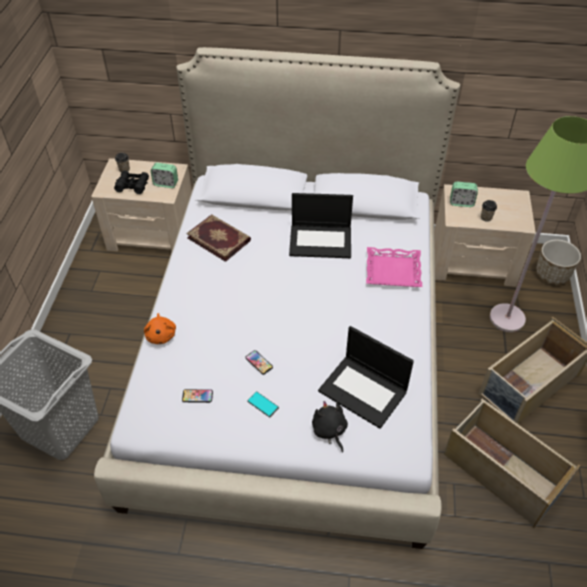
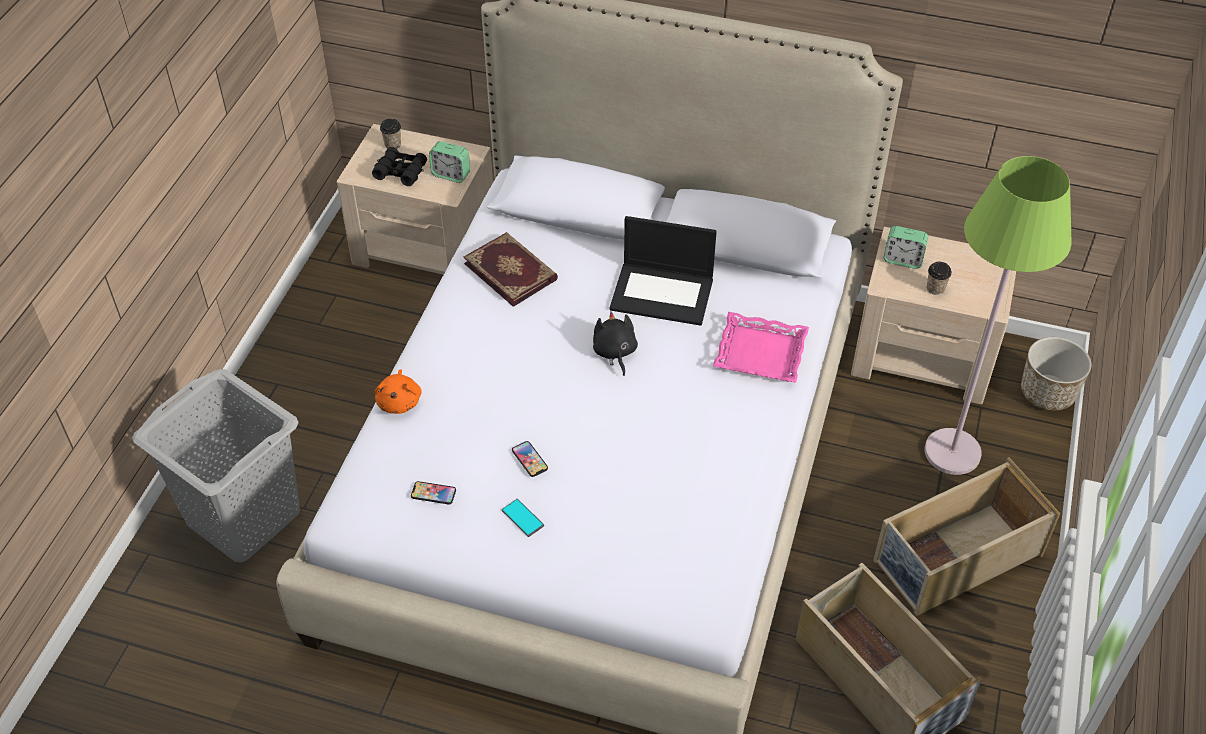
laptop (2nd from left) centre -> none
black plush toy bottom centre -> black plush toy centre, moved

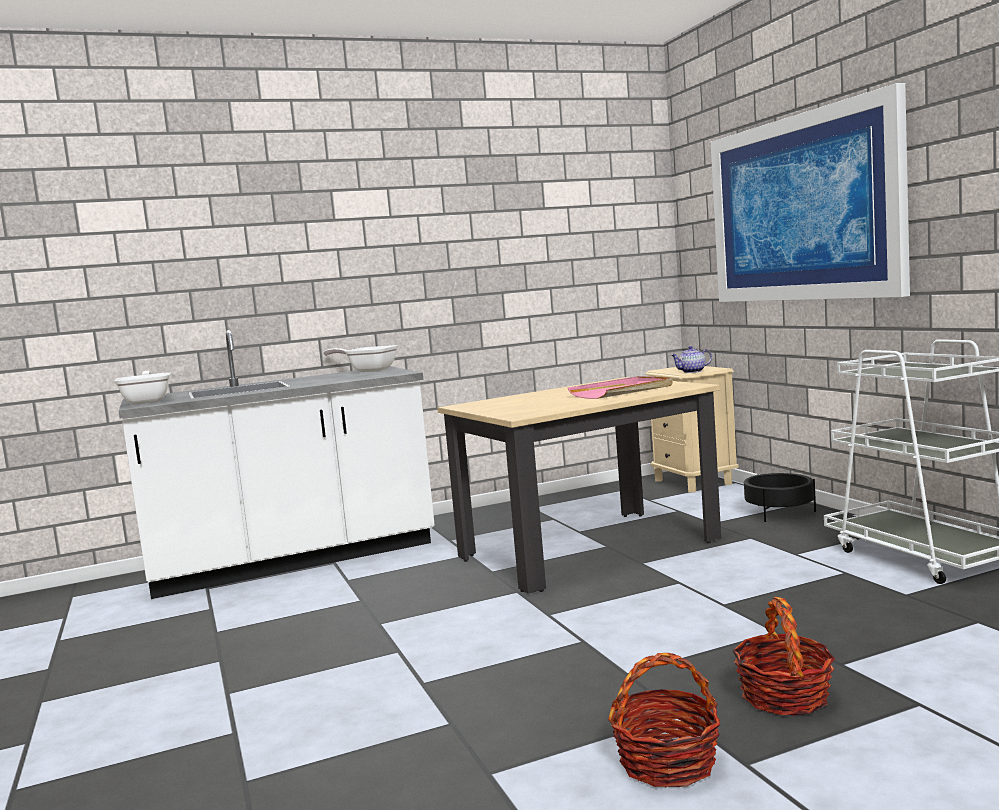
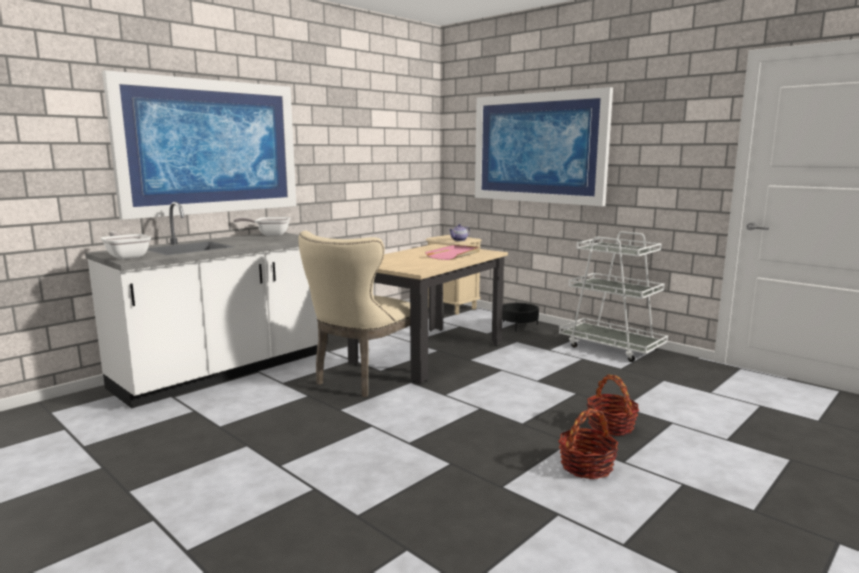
none -> picture (1st from left) top left
none -> beige chair centre

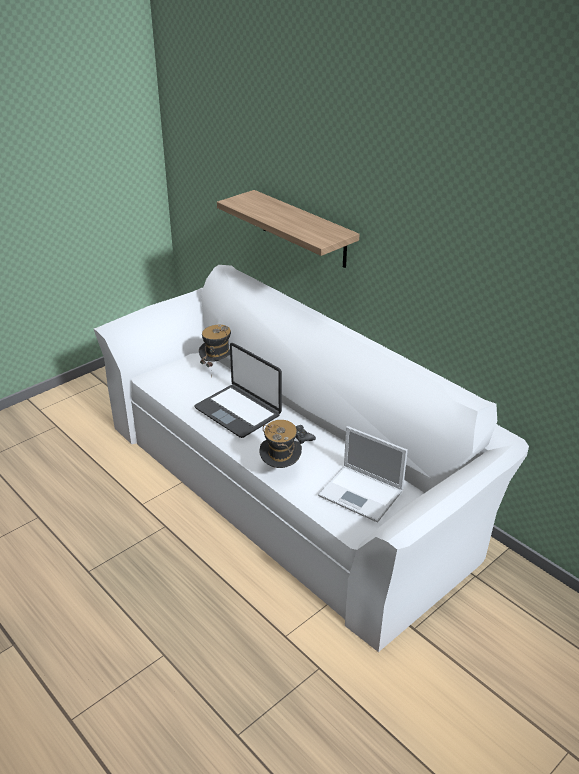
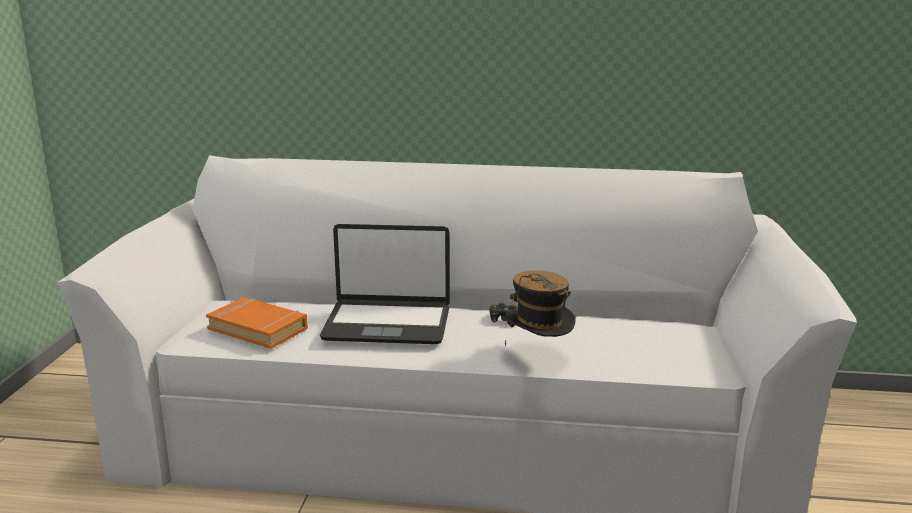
hat (1st from left) centre -> none
shelf top centre -> none
laptop (2nd from left) centre -> none
none -> orange book middle left

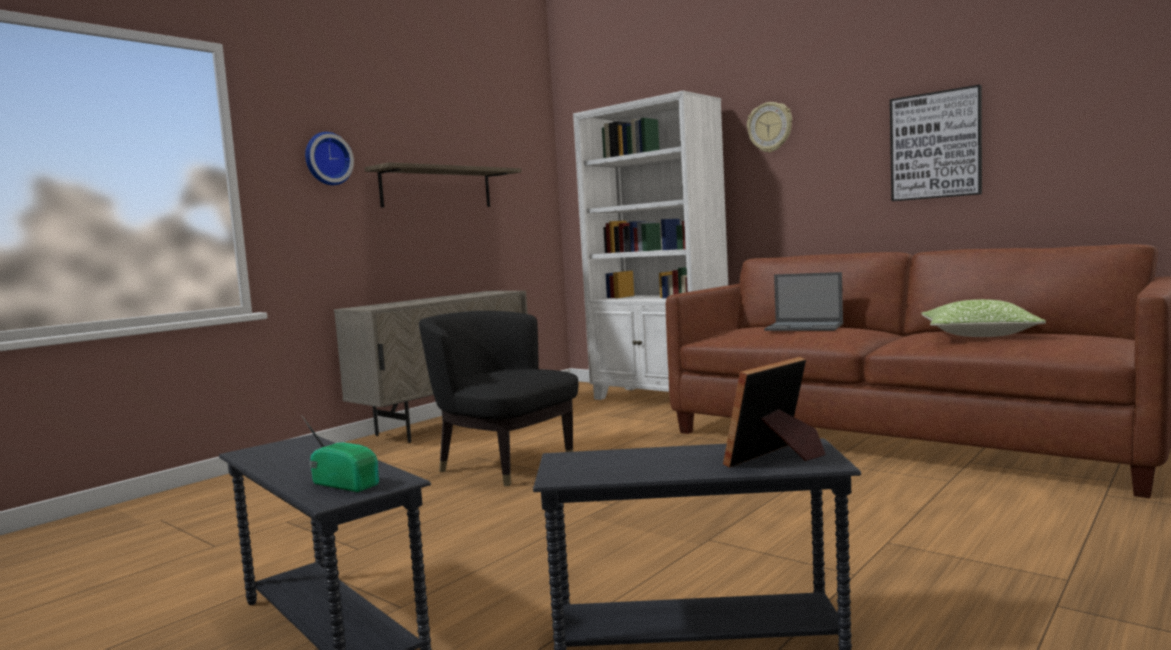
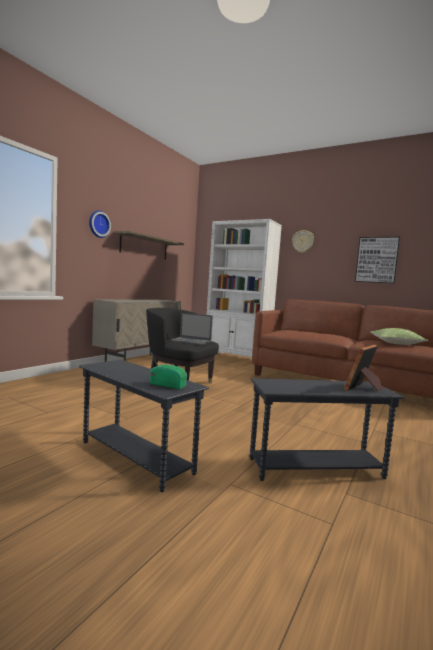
laptop middle right -> laptop centre, moved

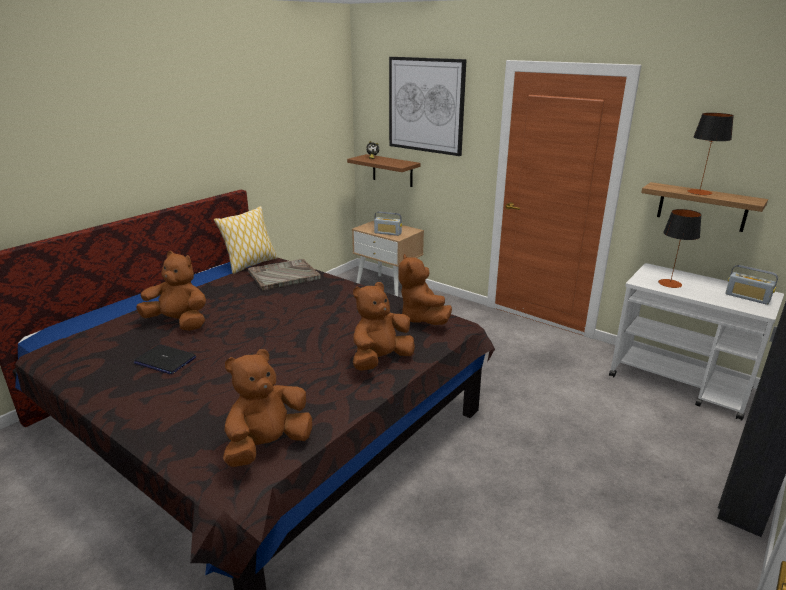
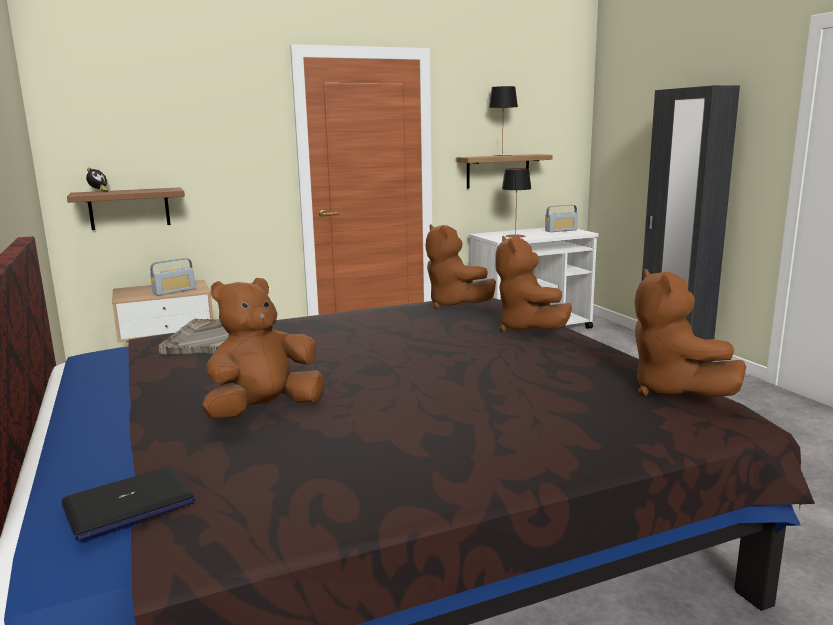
pillow middle left -> none
picture top centre -> none
laptop middle left -> laptop bottom left, moved
brown plush toy (4th from left in the first image) centre -> brown plush toy (2nd from left) centre, 45 degrees clockwise

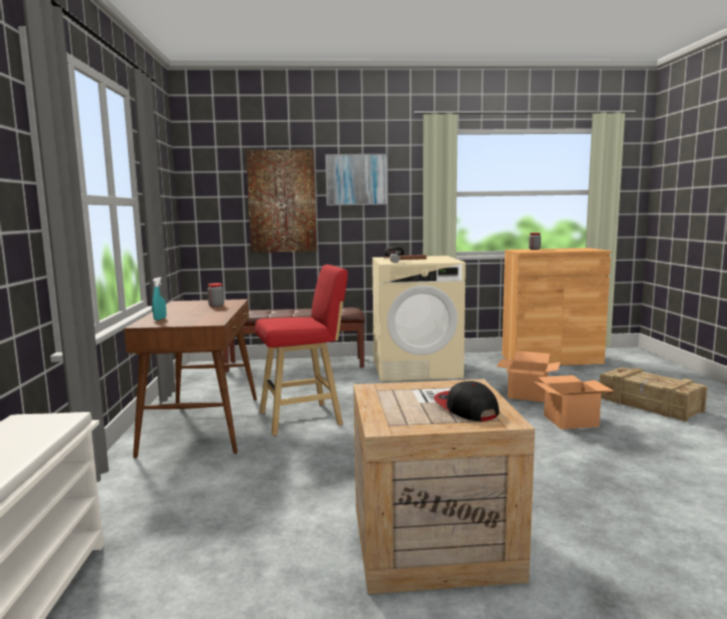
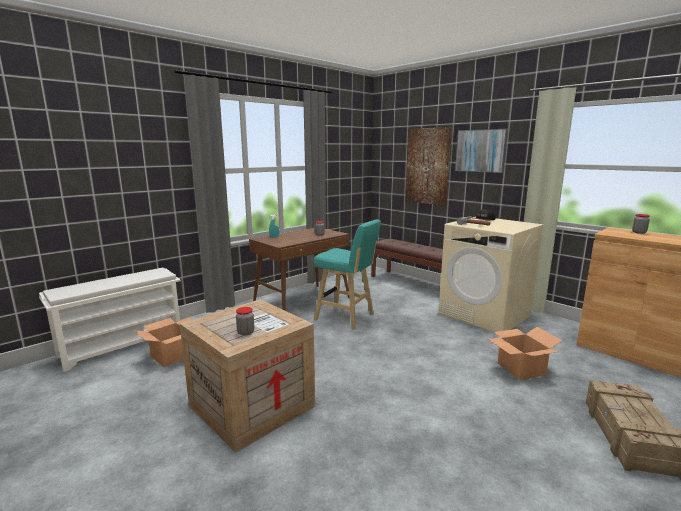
cardboard box (2nd from left in the first image) middle right -> cardboard box (1st from left) bottom left, moved
cap (2nd from left) centre -> jar (1st from left) centre
red stool centre -> turquoise stool centre

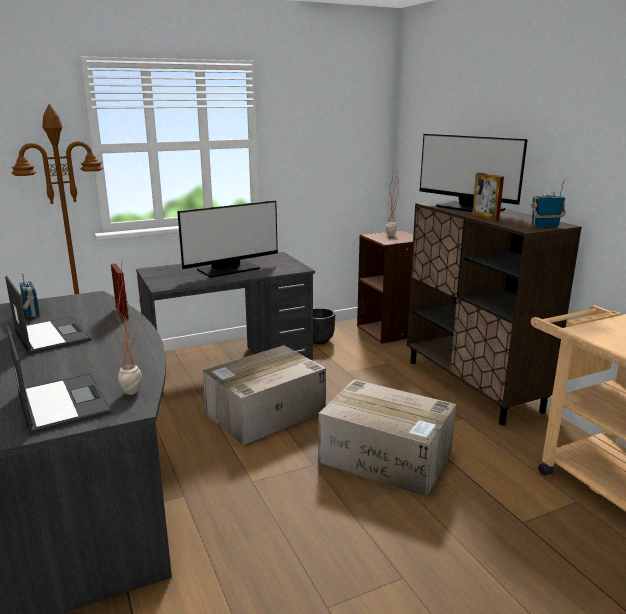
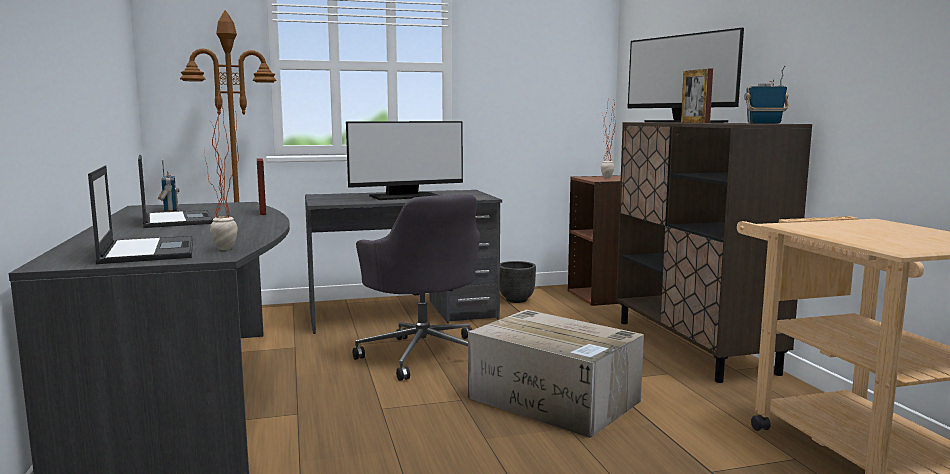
cardboard box (1st from left) centre -> grey office chair centre

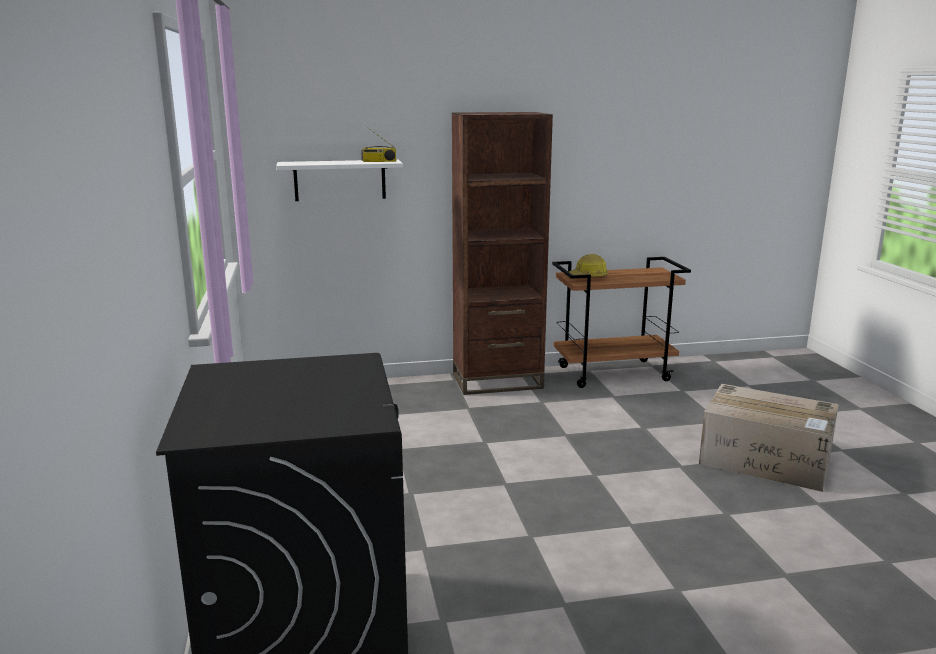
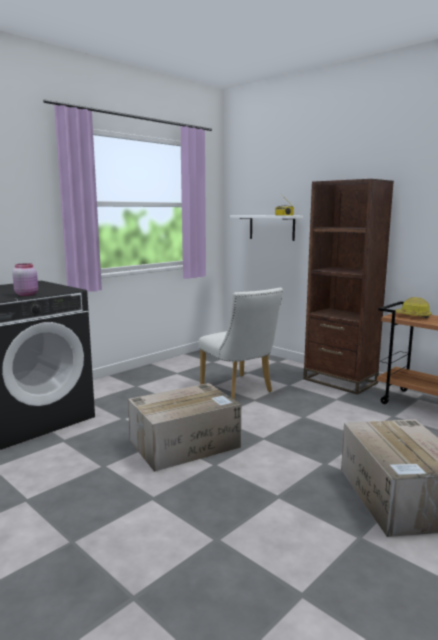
none -> pink jar middle left
none -> cardboard box (1st from left) bottom centre
none -> white chair centre

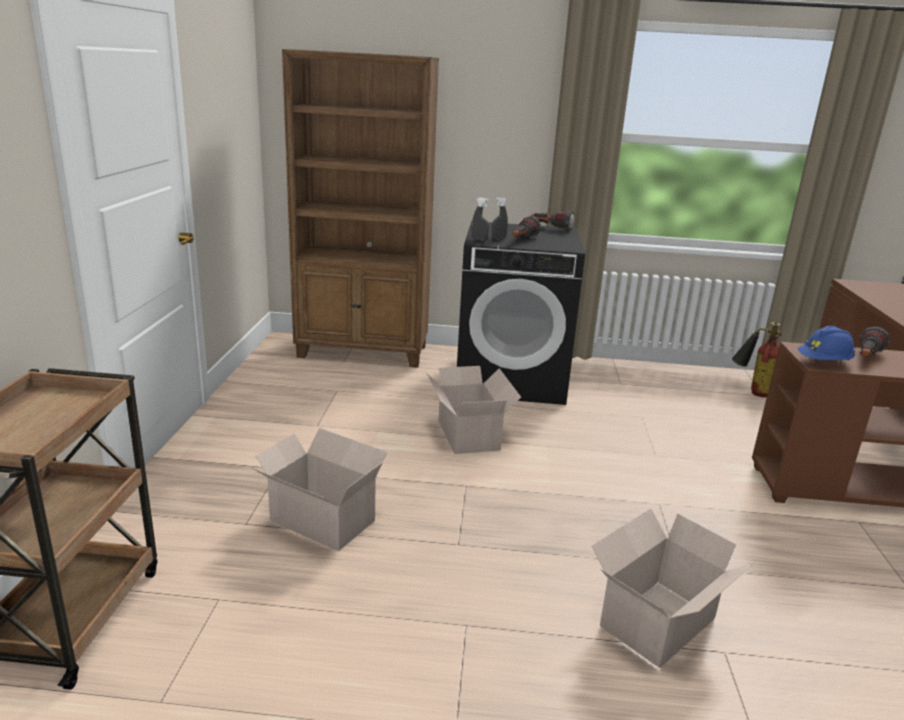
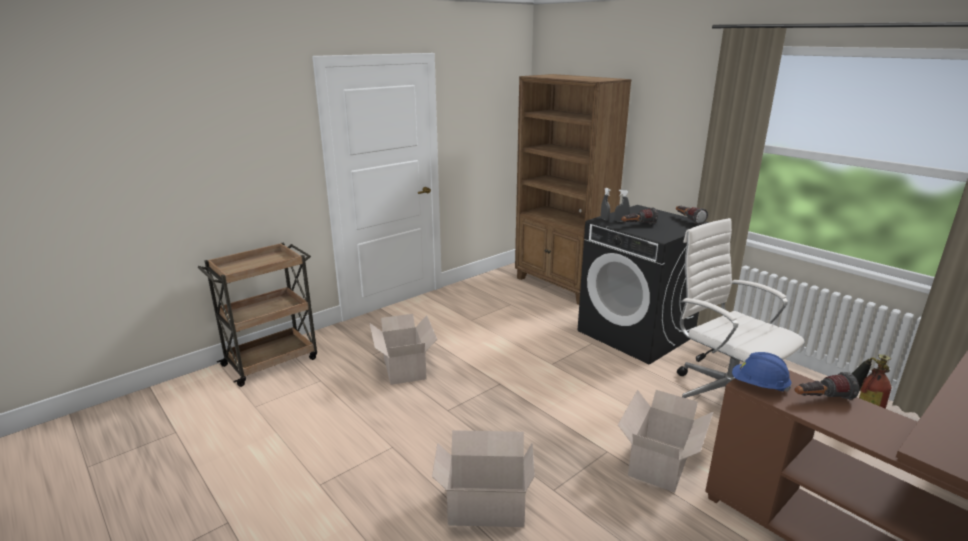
none -> white office chair middle right
cardboard box (2nd from left in the first image) centre -> cardboard box (3rd from left) bottom right, moved

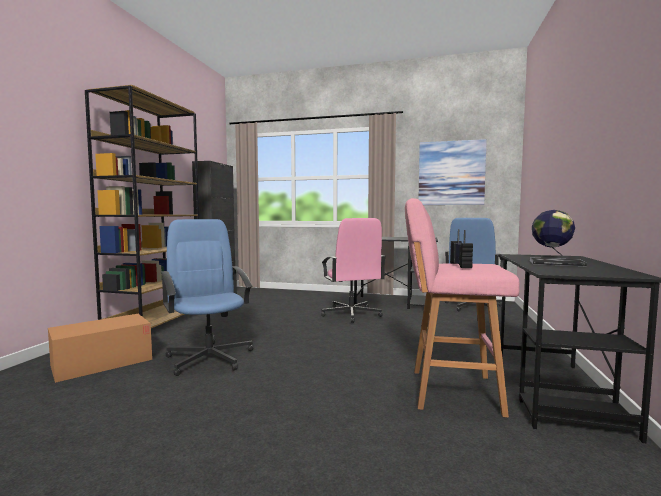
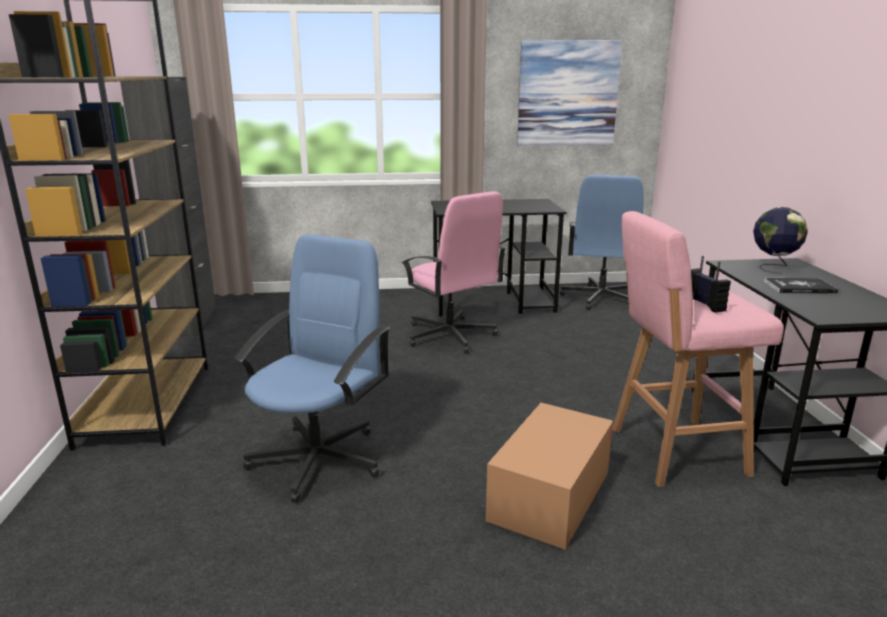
cardboard box bottom left -> cardboard box bottom centre, moved
blue office chair (1st from left) middle left -> blue office chair (1st from left) centre, 75 degrees clockwise

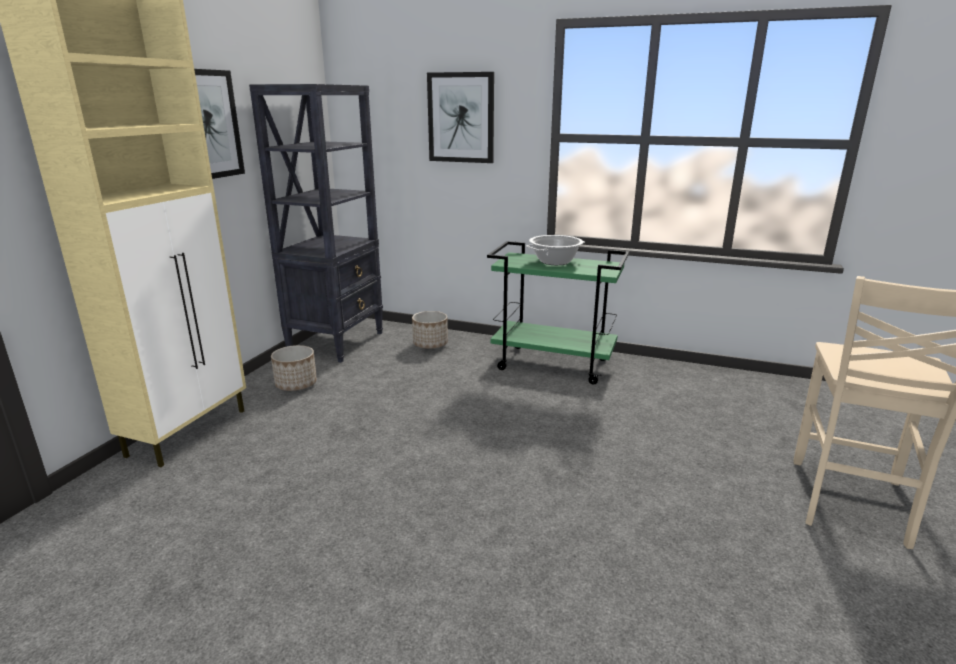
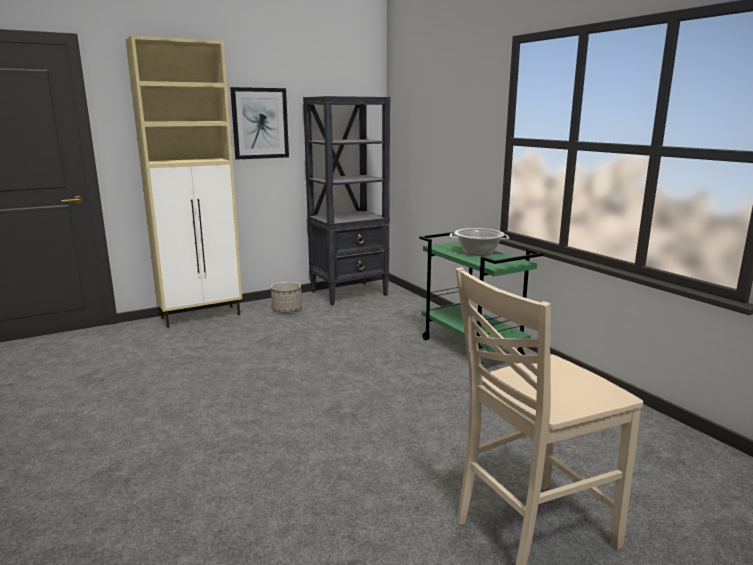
planter (2nd from left) centre -> none
picture (2nd from left) top centre -> none

